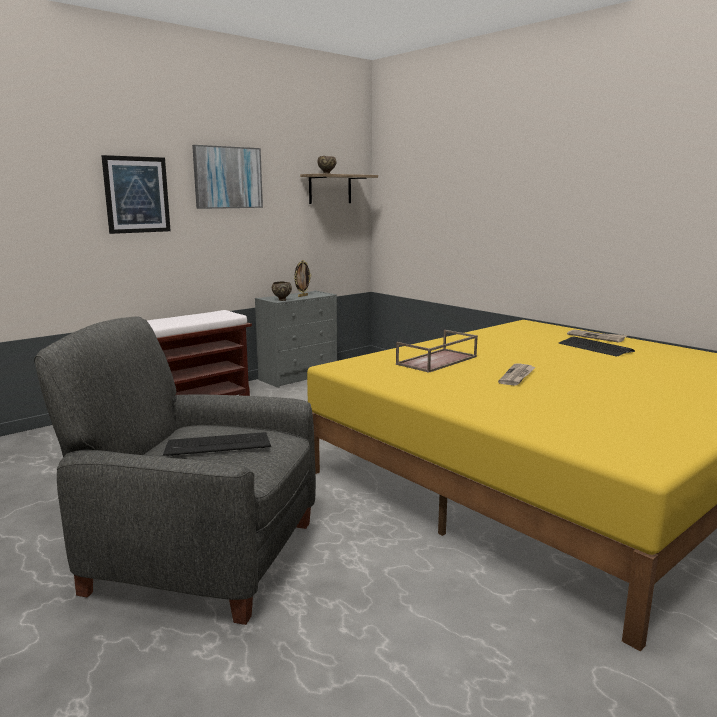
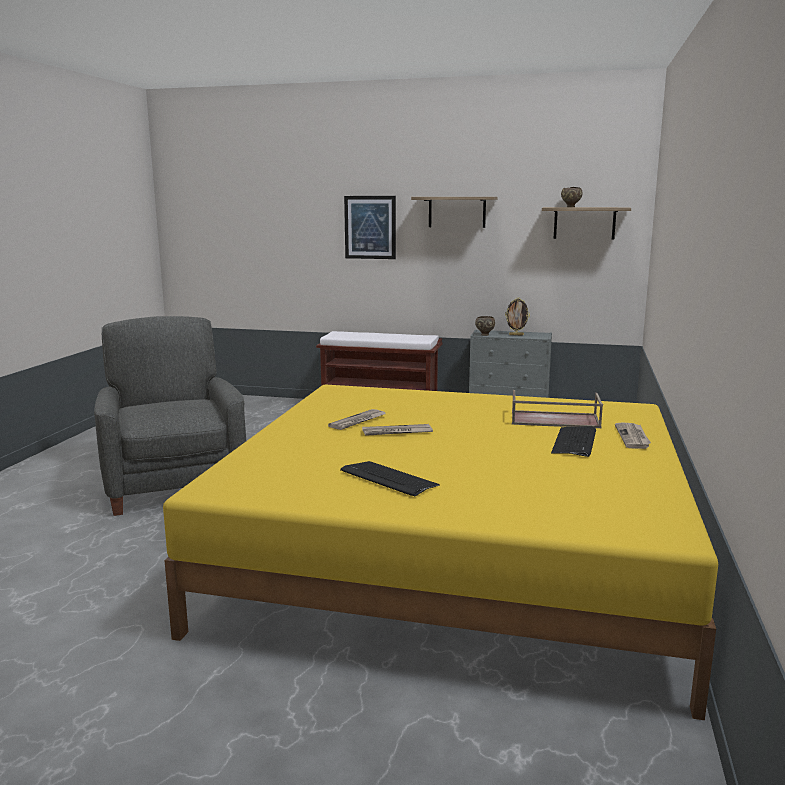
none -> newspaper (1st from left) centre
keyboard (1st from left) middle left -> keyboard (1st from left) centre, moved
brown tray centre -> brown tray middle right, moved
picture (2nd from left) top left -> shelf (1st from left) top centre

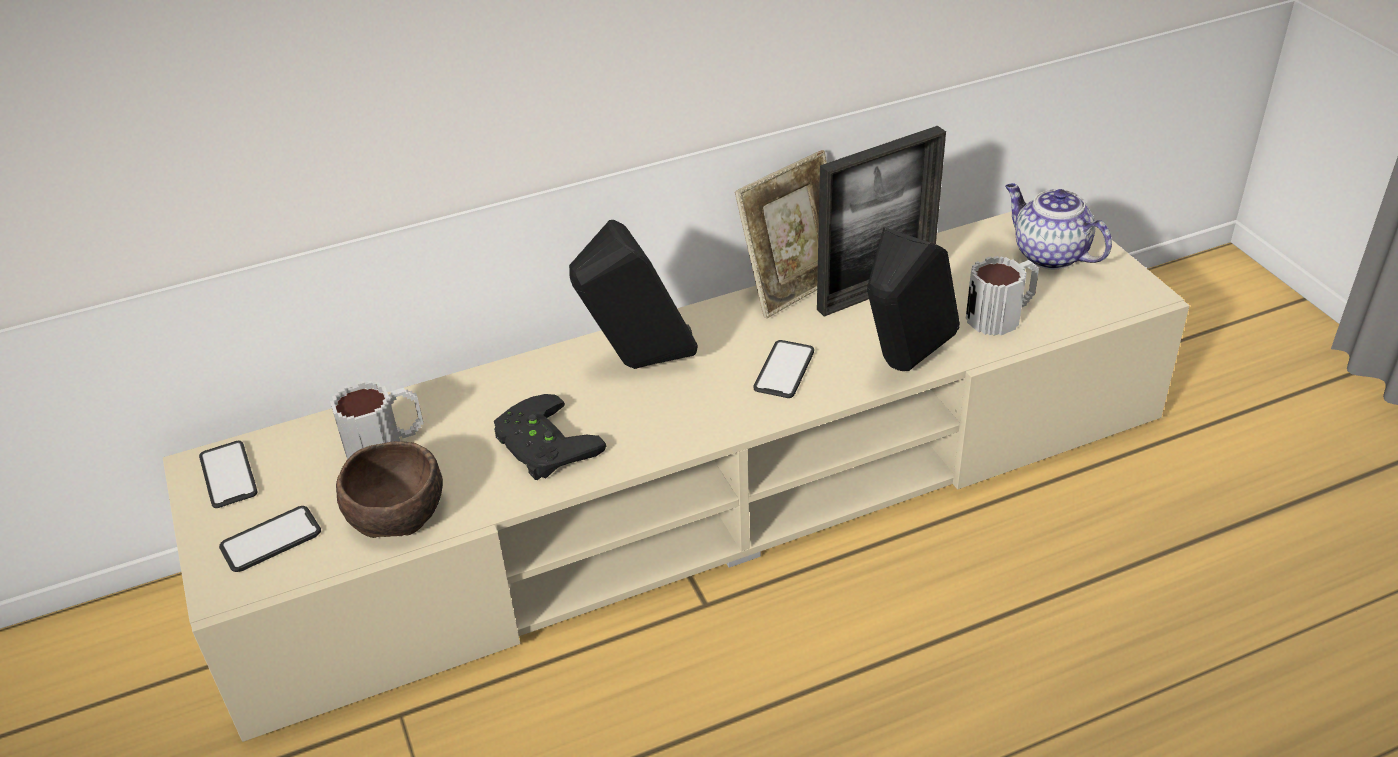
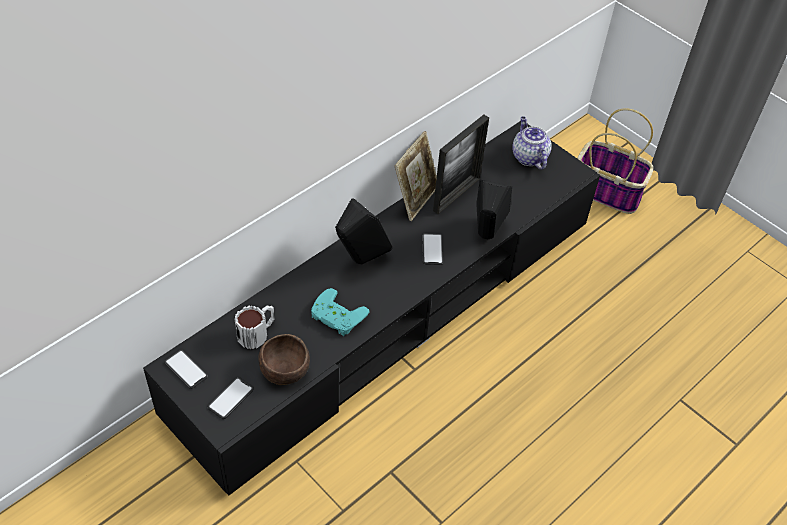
mug (2nd from left) middle right -> none
none -> basket top right
beige tv stand centre -> black tv stand centre
black game controller centre -> turquoise game controller centre
teapot top right, 45 degrees clockwise

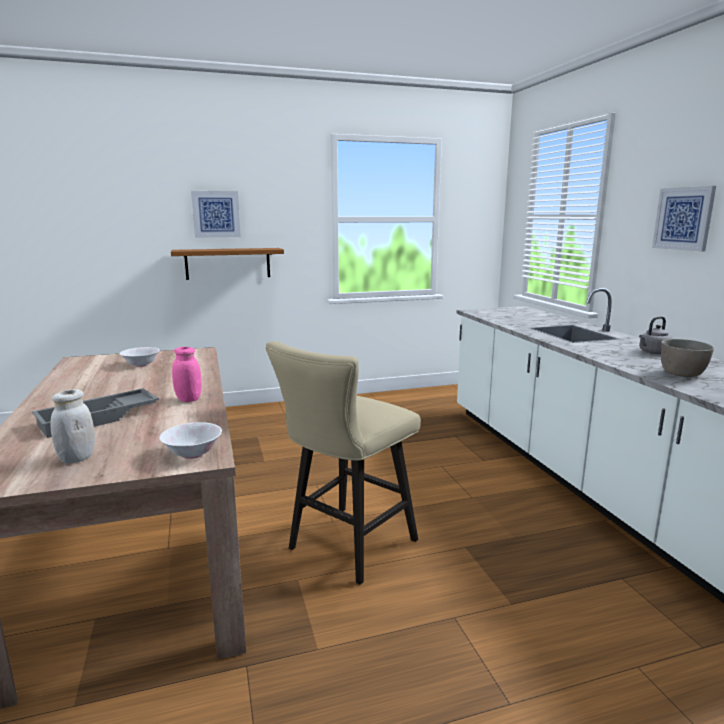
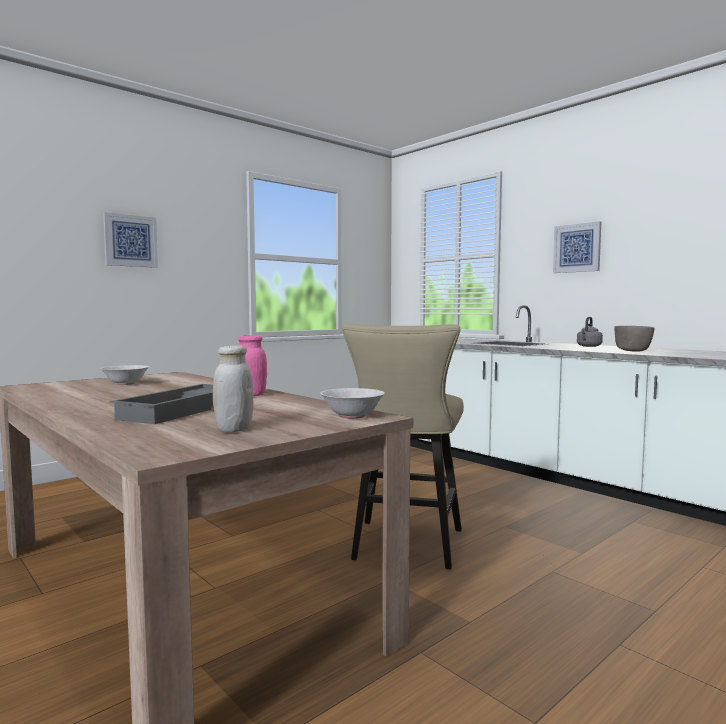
brown shelf middle left -> none

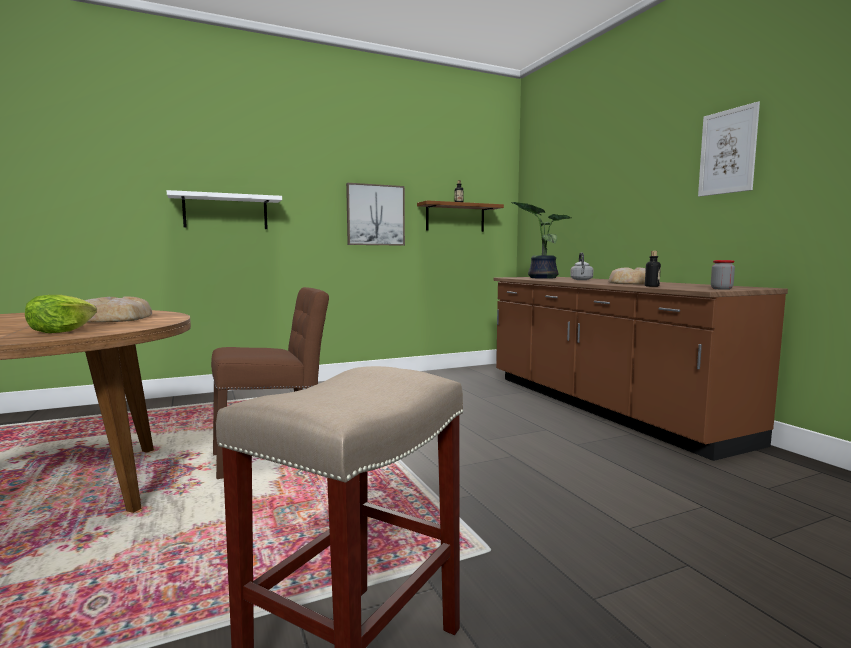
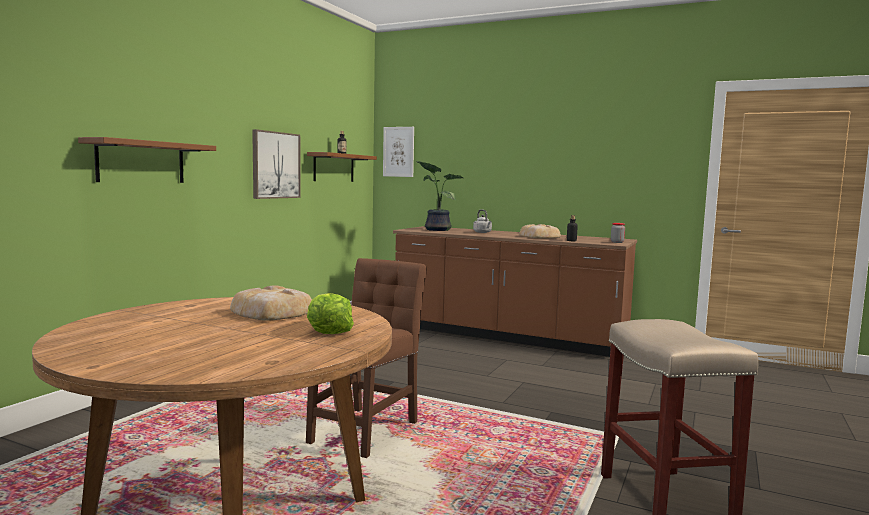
picture (2nd from left) top right -> picture (2nd from left) top centre, moved
white shelf top left -> brown shelf (1st from left) top left

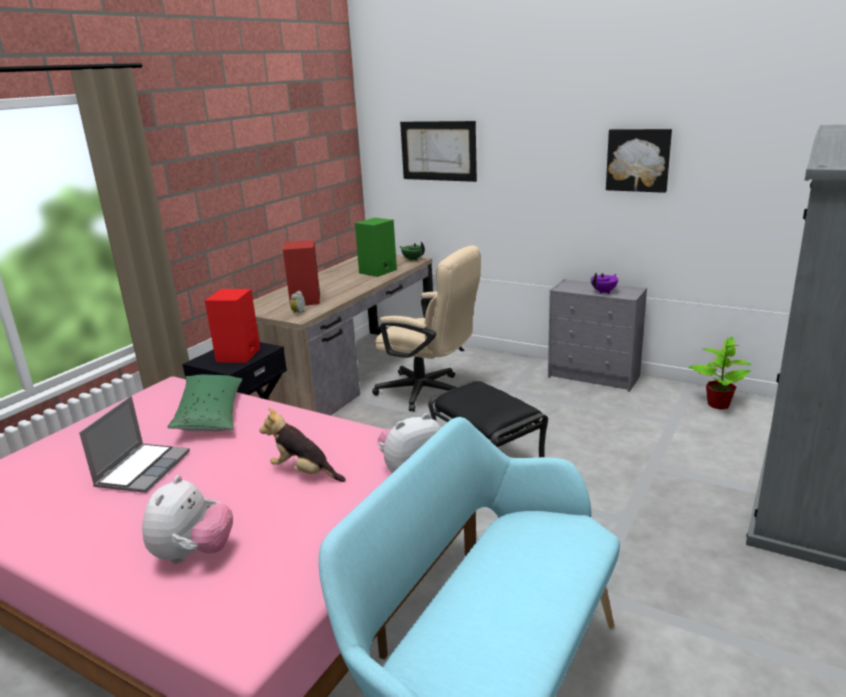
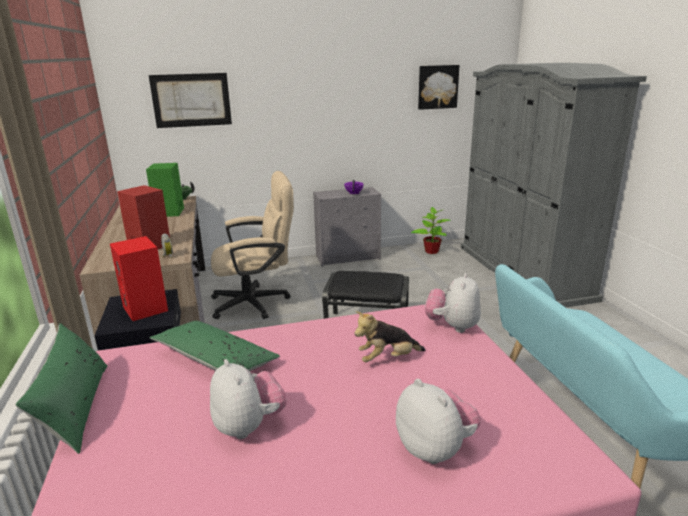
none -> green pillow (1st from left) bottom left
picture (2nd from left) top right -> picture (2nd from left) top centre, moved
laptop middle left -> plush toy (1st from left) bottom centre

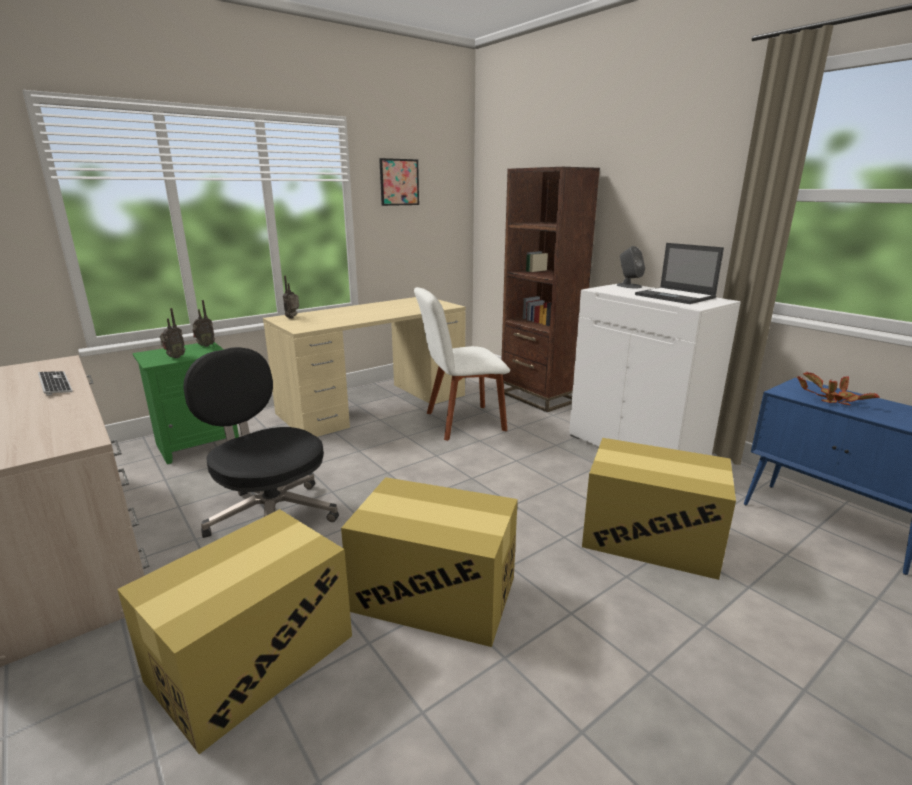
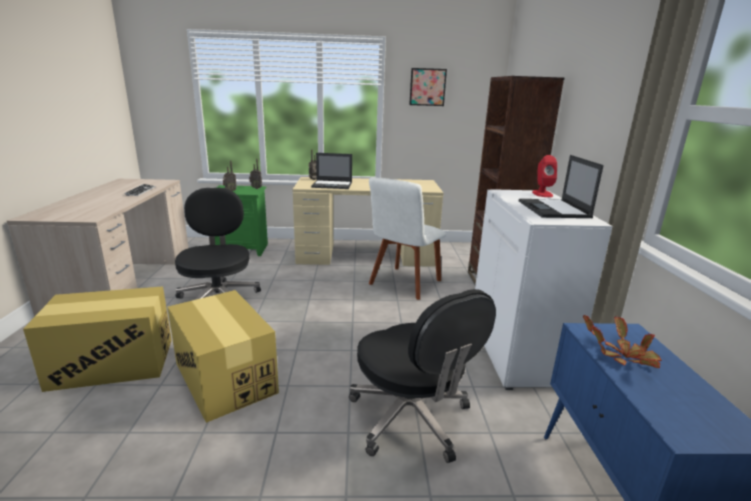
none -> laptop (1st from left) centre
cardboard box (3rd from left) middle right -> black office chair (2nd from left) bottom centre
grey speaker middle right -> red speaker middle right
white chair centre, 75 degrees counterclockwise

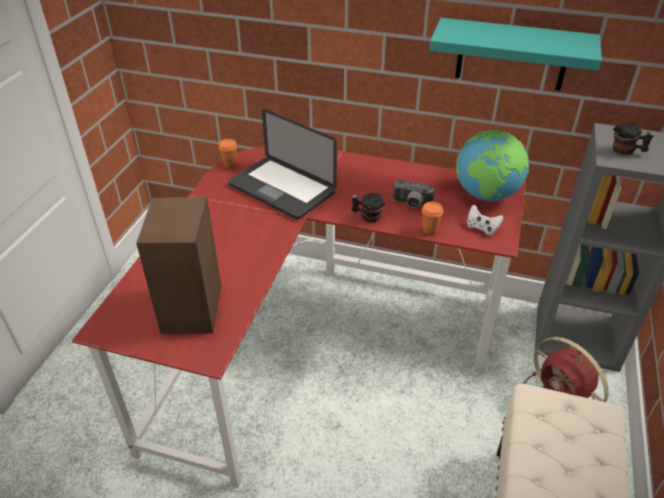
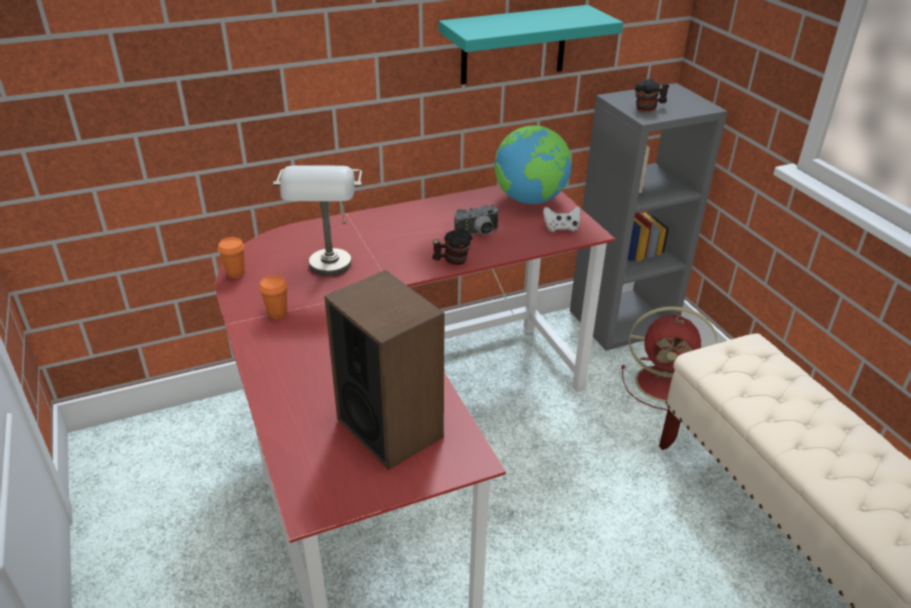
orange cup (2nd from left) centre -> orange cup (2nd from left) middle left, moved
laptop top centre -> grey table lamp centre

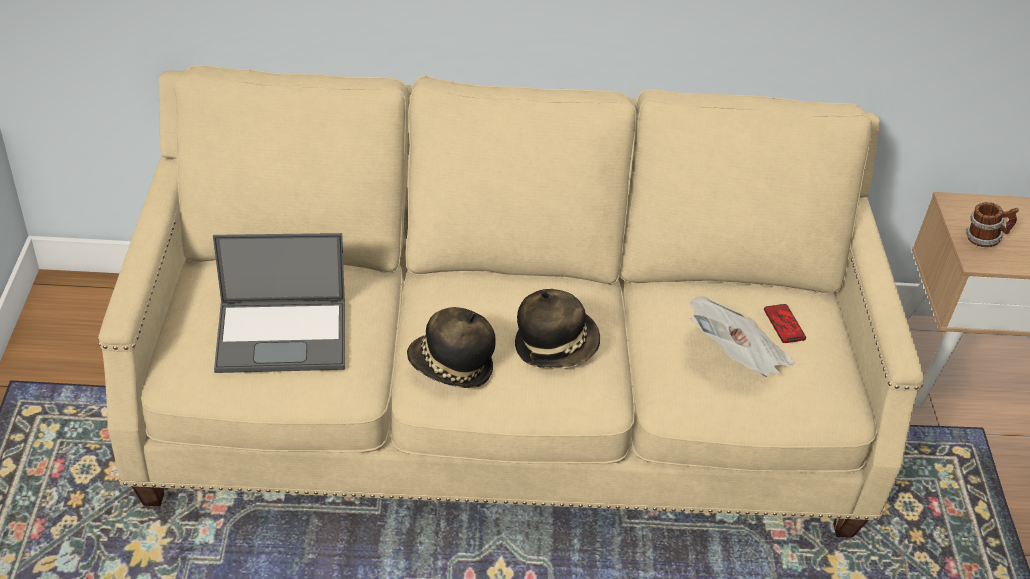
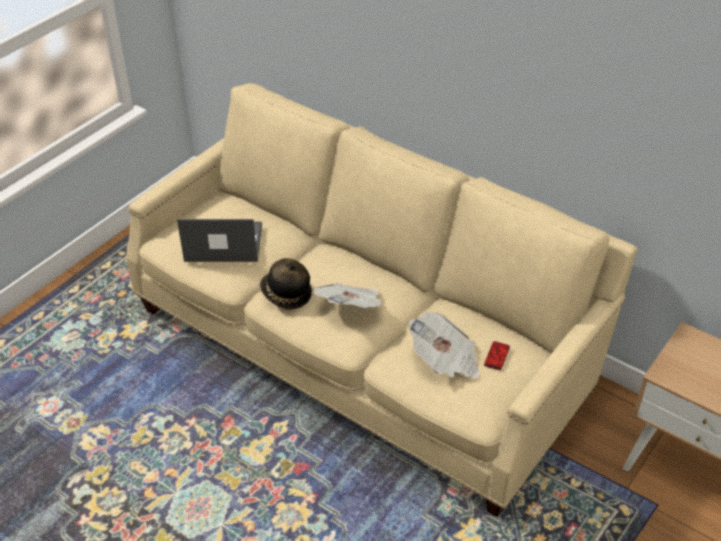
mug middle right -> none
hat (2nd from left) centre -> newspaper (1st from left) centre
laptop middle left, 150 degrees clockwise

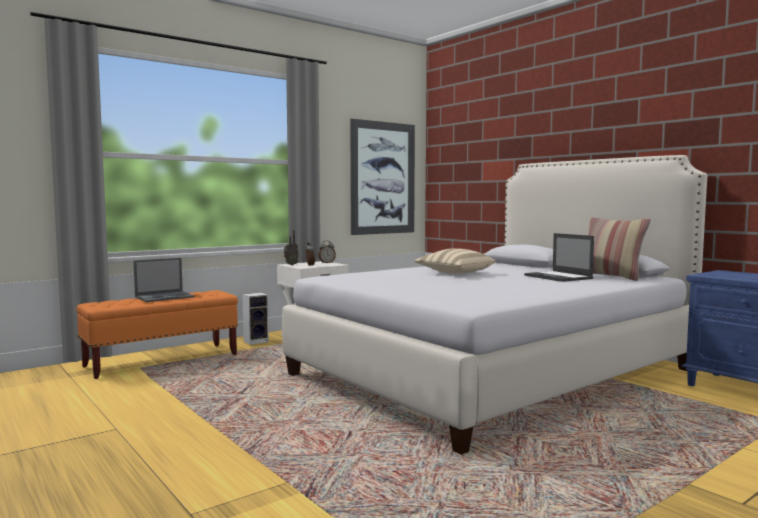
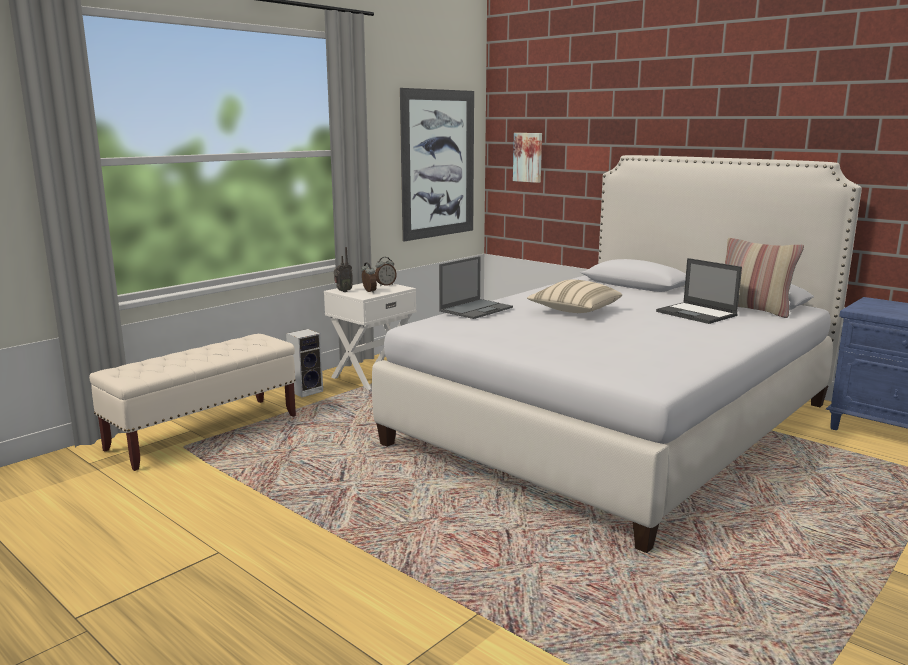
none -> picture (2nd from left) top centre
laptop (1st from left) middle left -> laptop (1st from left) centre, moved
orange bench middle left -> beige bench middle left

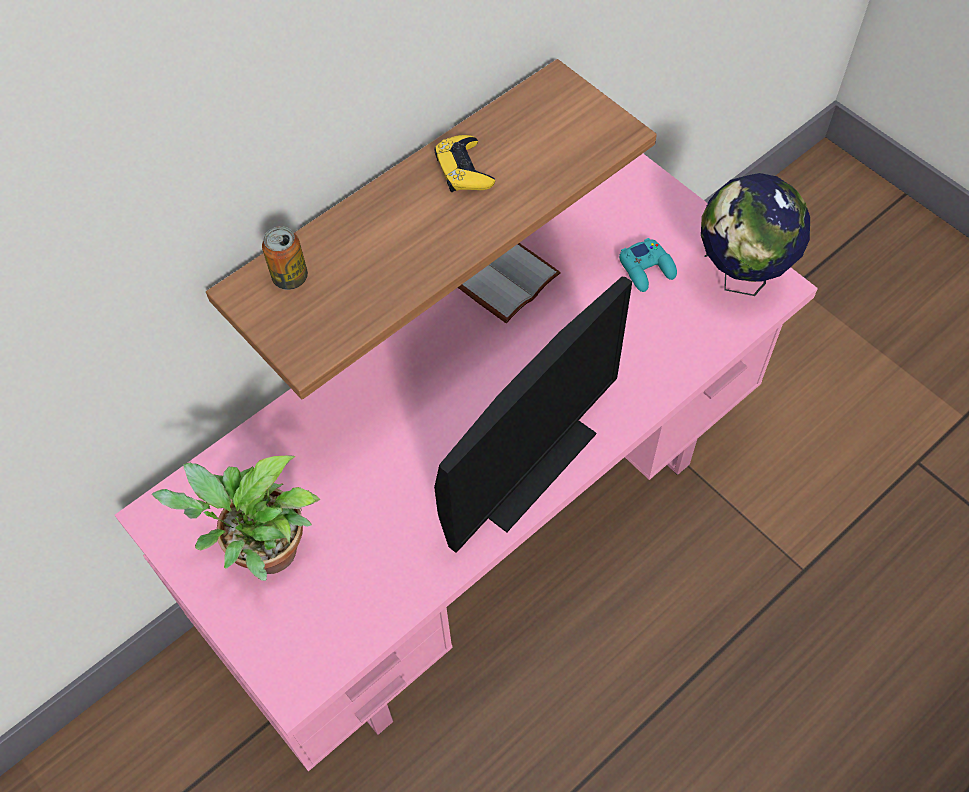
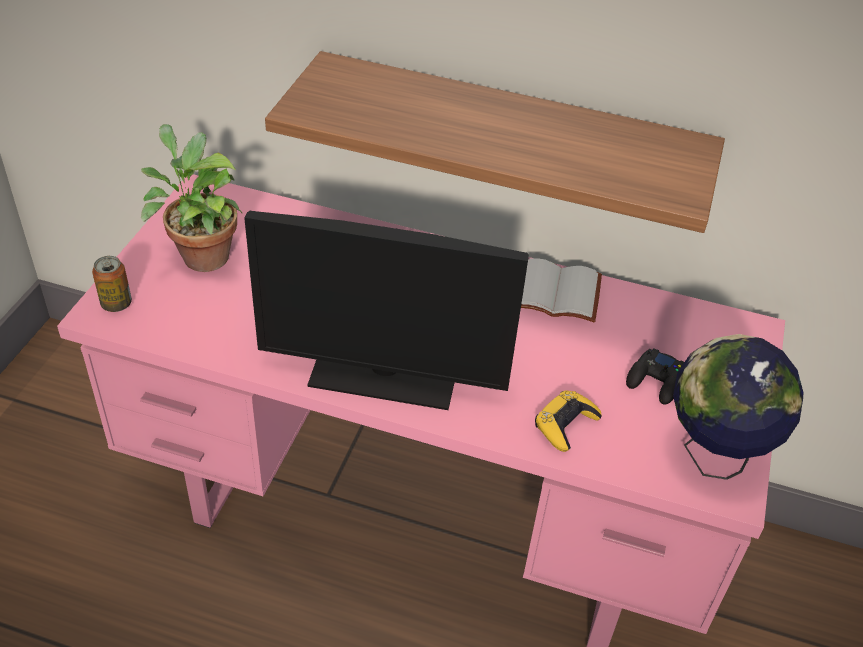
can top left -> can middle left, moved
yellow game controller top centre -> yellow game controller centre, moved
turquoise game controller middle right -> black game controller middle right

